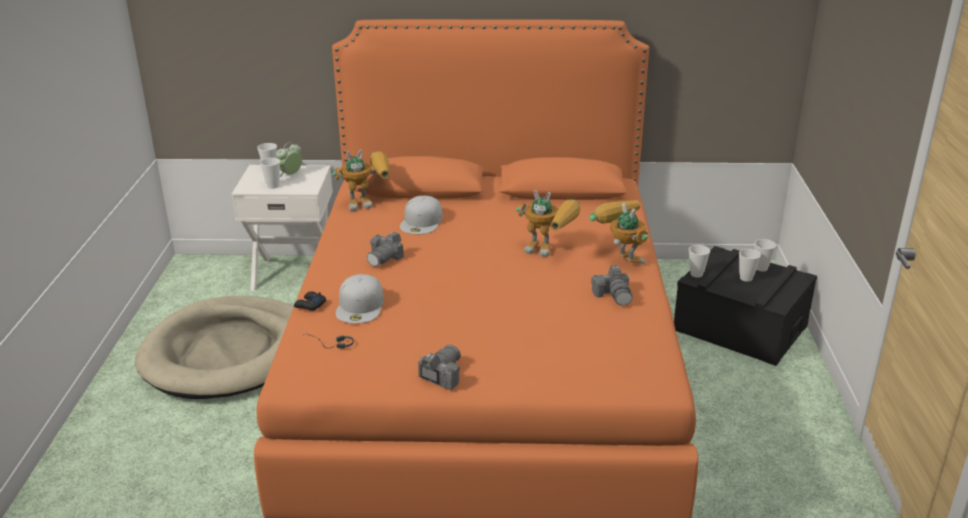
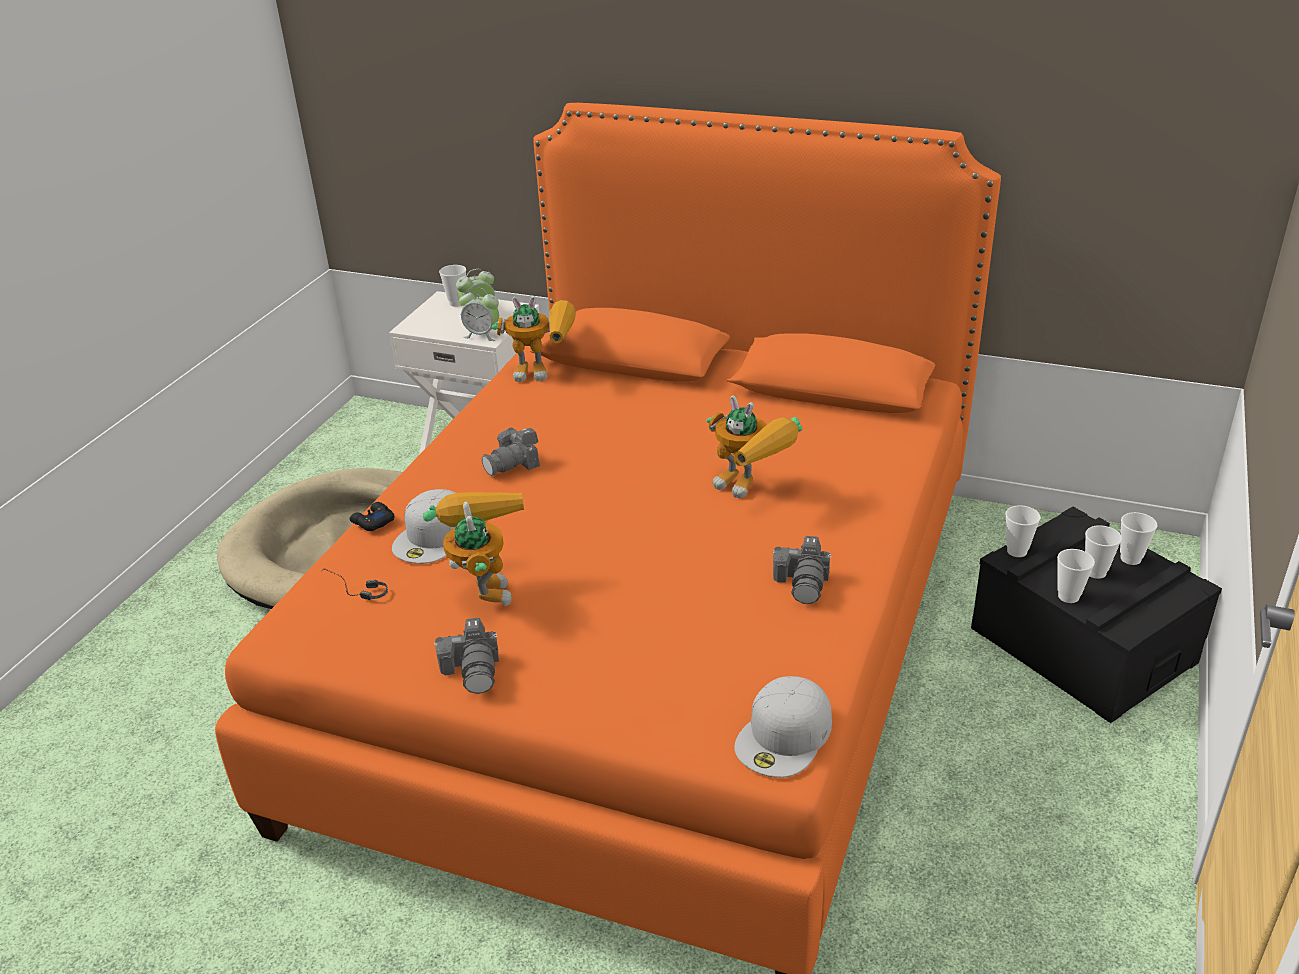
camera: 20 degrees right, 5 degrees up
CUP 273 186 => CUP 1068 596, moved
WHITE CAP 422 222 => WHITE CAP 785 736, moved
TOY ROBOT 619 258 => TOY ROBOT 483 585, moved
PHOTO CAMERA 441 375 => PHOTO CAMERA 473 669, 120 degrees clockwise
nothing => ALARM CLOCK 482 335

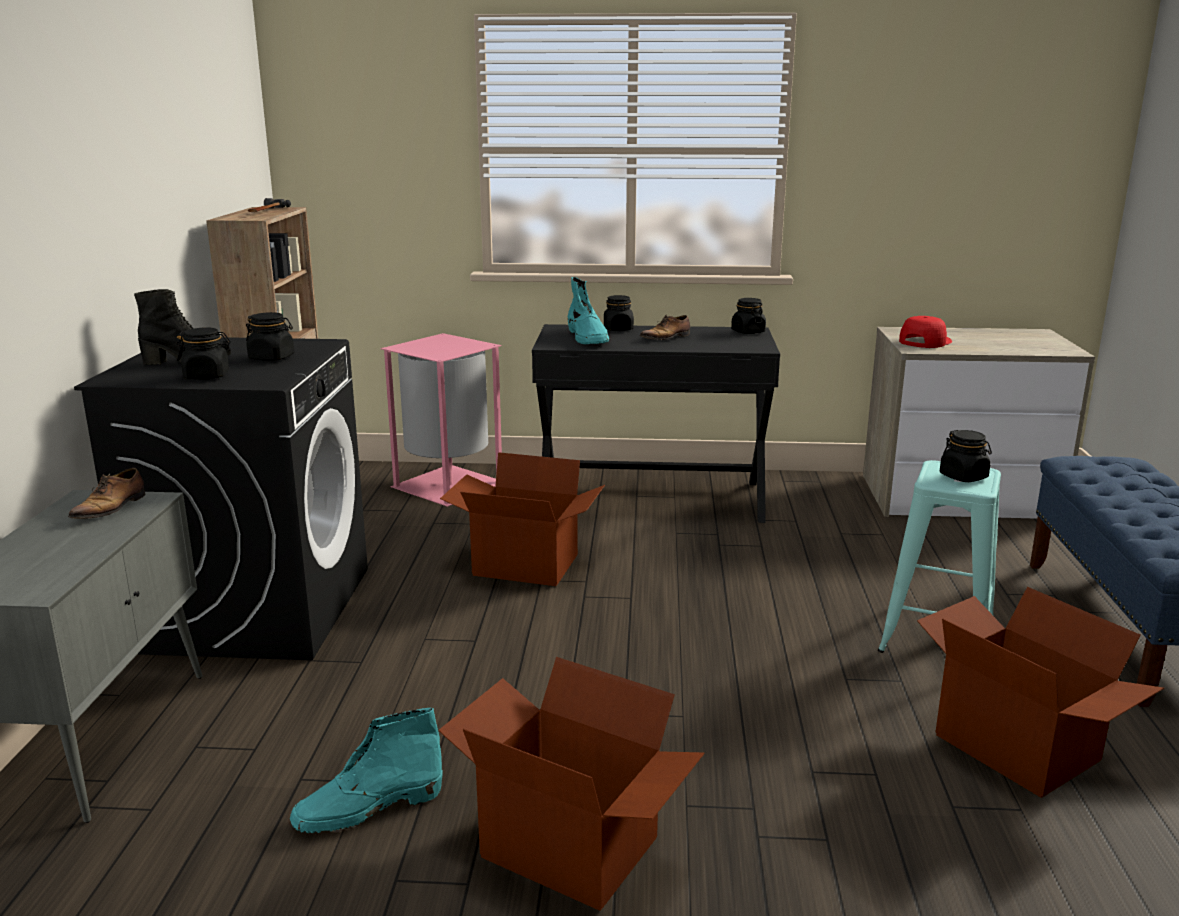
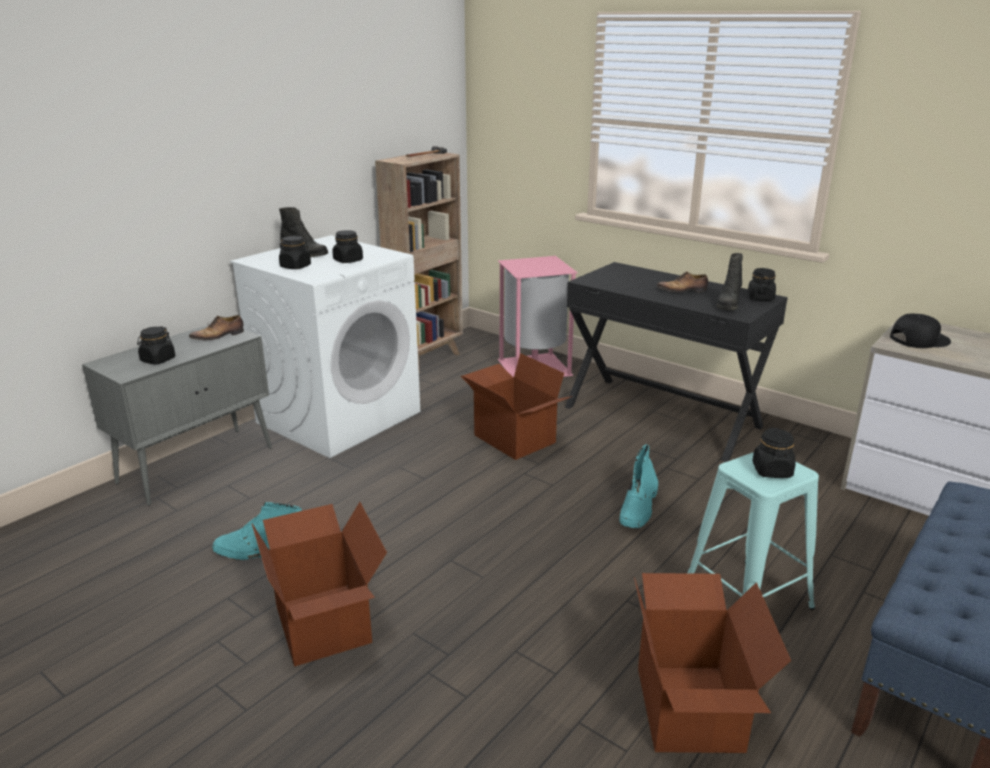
camera: 35 degrees right, 5 degrees up
TURQUOISE BOOT 588 338 => TURQUOISE BOOT 638 509, moved
BLACK JAR 618 329 => BLACK JAR 158 360, moved
RED CAP 924 341 => BLACK CAP 918 339
BLACK WASHING MACHINE 257 608 => WHITE WASHING MACHINE 339 417
nothing => BLACK BOOT 728 304

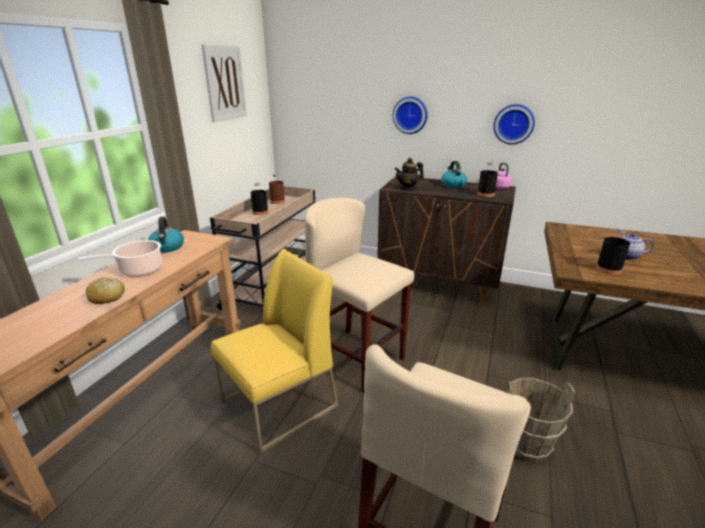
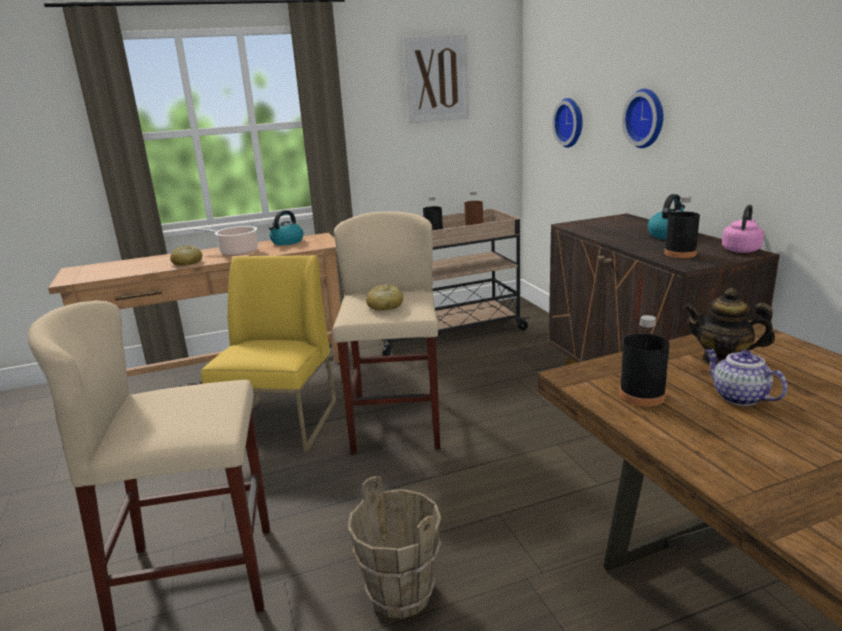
camera: 50 degrees right, 5 degrees down
WALL CLOCK 513 124 => WALL CLOCK 571 122, moved
TEAPOT 408 188 => TEAPOT 723 360, moved
YELLOW CHAIR 279 405 => YELLOW CHAIR 281 424, 90 degrees counterclockwise
nothing => BREAD 385 306

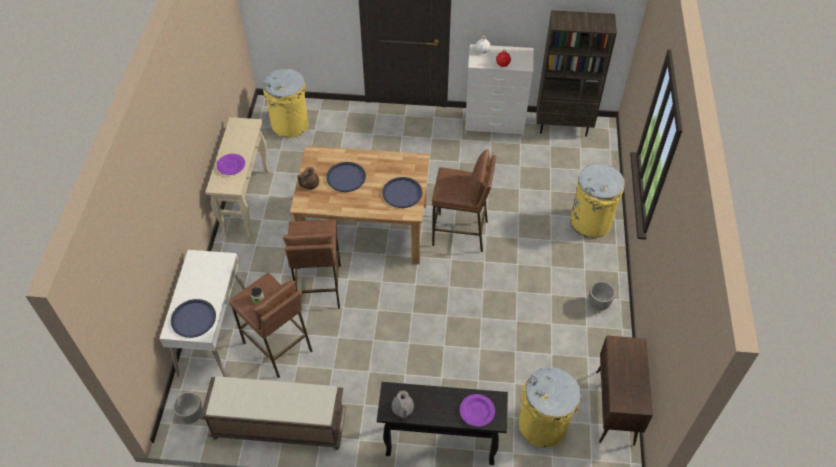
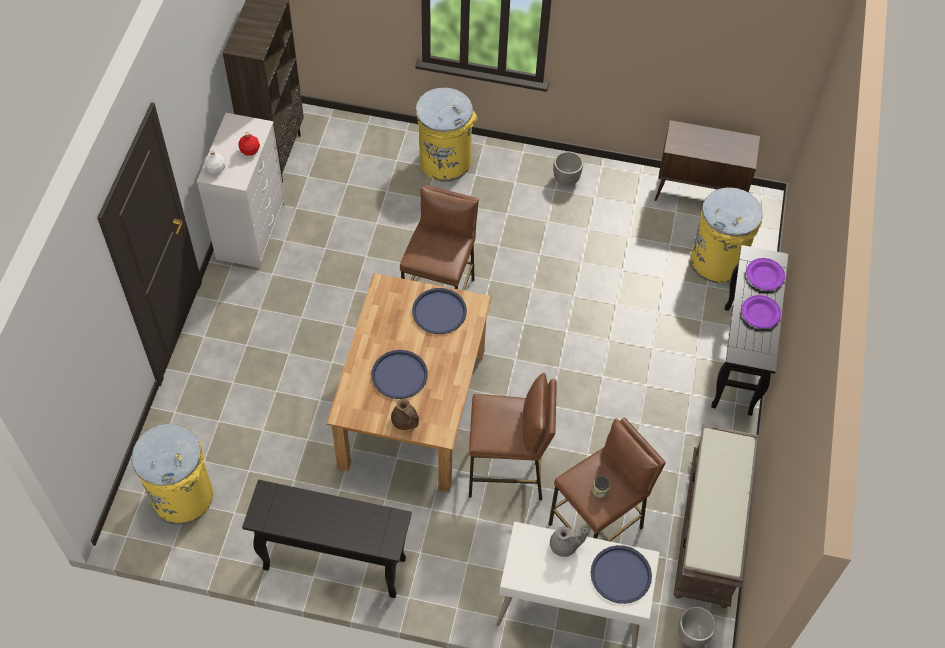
camera: 85 degrees left, 5 degrees up
BEIGE CONSOLE TABLE 246 201 => BLACK CONSOLE TABLE 333 564
PURPLE PLATE 231 165 => PURPLE PLATE 760 313, moved
GREY TEAPOT 402 409 => GREY TEAPOT 565 546, moved

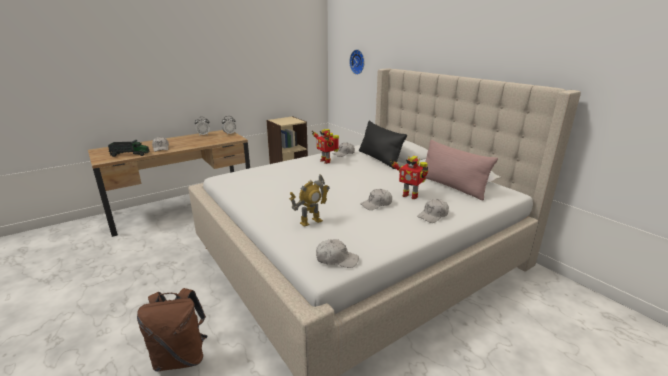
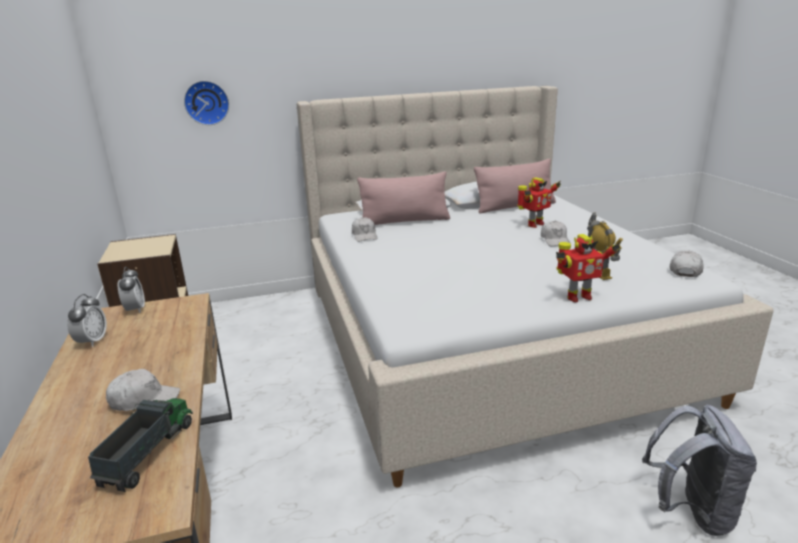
camera: 70 degrees left, 0 degrees up
BLACK PILLOW 379 159 => PINK PILLOW 405 221
TOY ROBOT 326 161 => TOY ROBOT 577 297, moved
WHITE CAP 433 215 => nothing
BROWN BACKPACK 181 357 => GREY BACKPACK 691 510

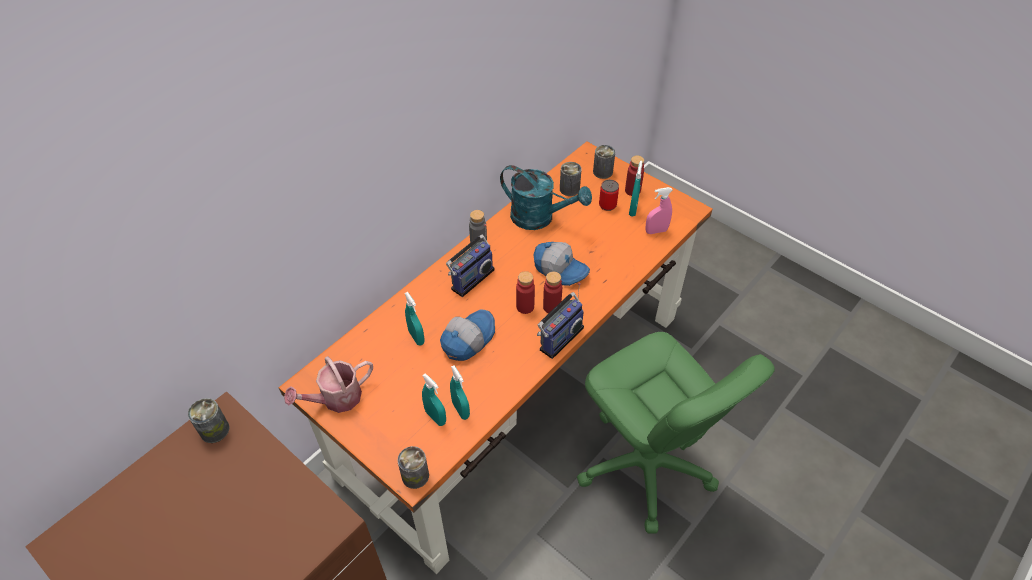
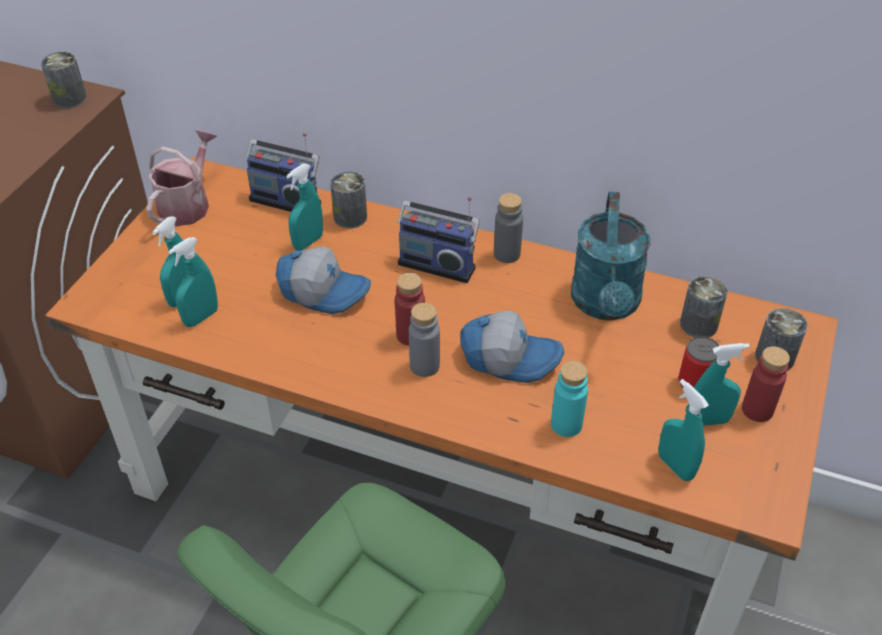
camera: 70 degrees right, 5 degrees down
PINK SPRAY BOTTLE 656 231 => TURQUOISE SPRAY BOTTLE 675 466
CAP 560 269 => CAP 509 357, 90 degrees counterclockwise
RED BOTTLE 552 307 => GREY BOTTLE 424 366
RADIO 559 337 => RADIO 287 200, moved
WATERING CAN 336 399 => WATERING CAN 187 204, 75 degrees clockwise
CAN 415 476 => CAN 350 217, moved
nothing => TURQUOISE BOTTLE 566 424

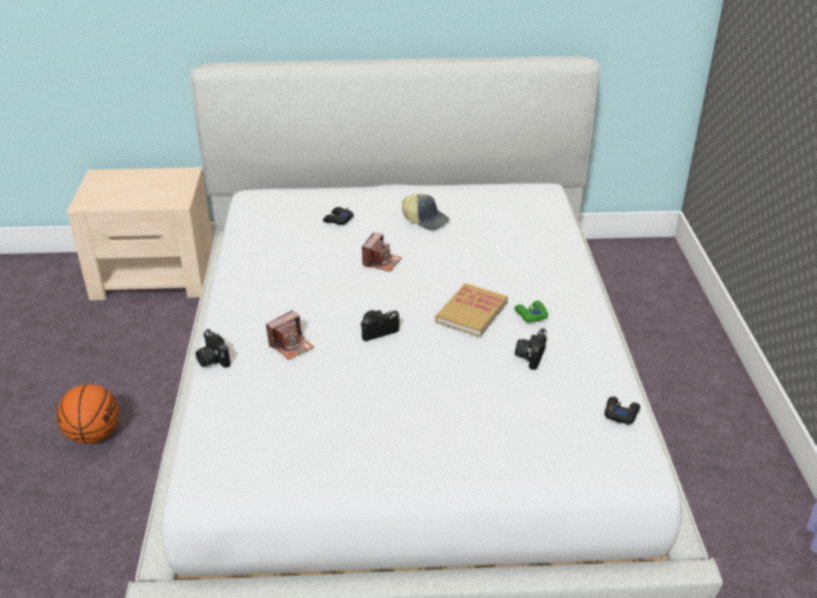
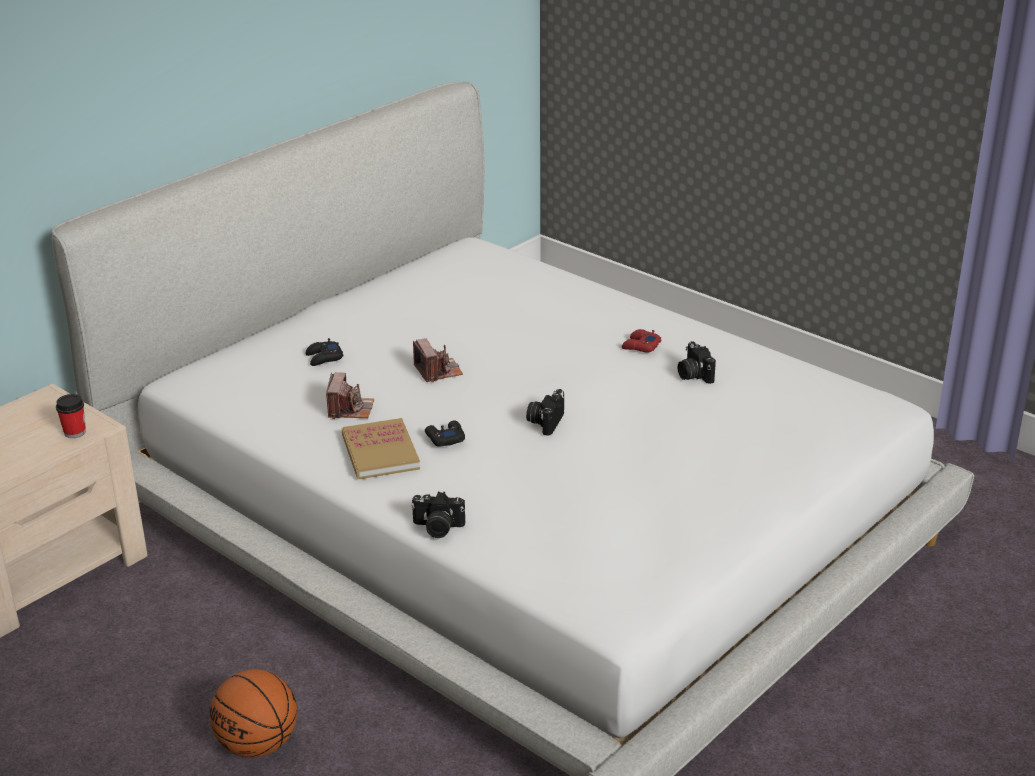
camera: 45 degrees left, 5 degrees down
CAP 425 219 => nothing
BOOK 471 312 => BOOK 380 452, moved
GREEN GAME CONTROLLER 530 315 => RED GAME CONTROLLER 640 346
PHOTO CAMERA 291 345 => PHOTO CAMERA 350 409, moved
BLACK GAME CONTROLLER 620 413 => BLACK GAME CONTROLLER 445 438, moved
nothing => CUP 75 432

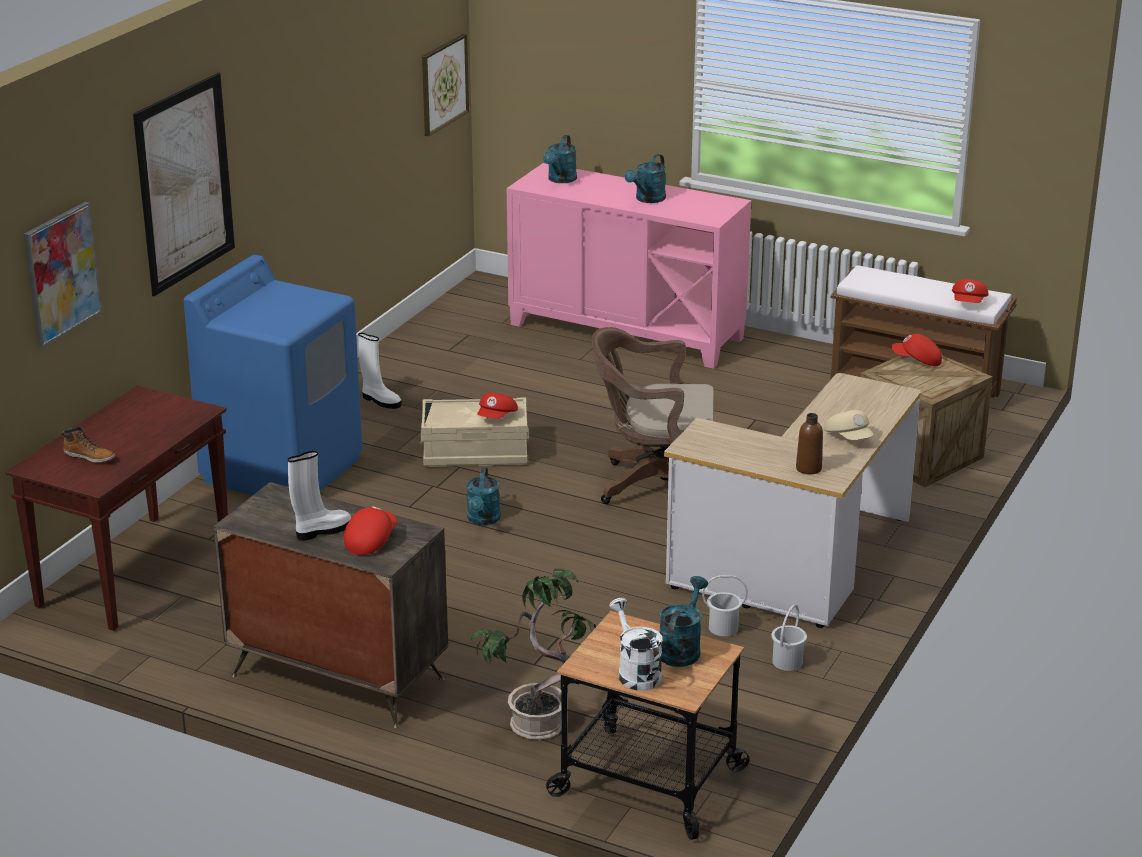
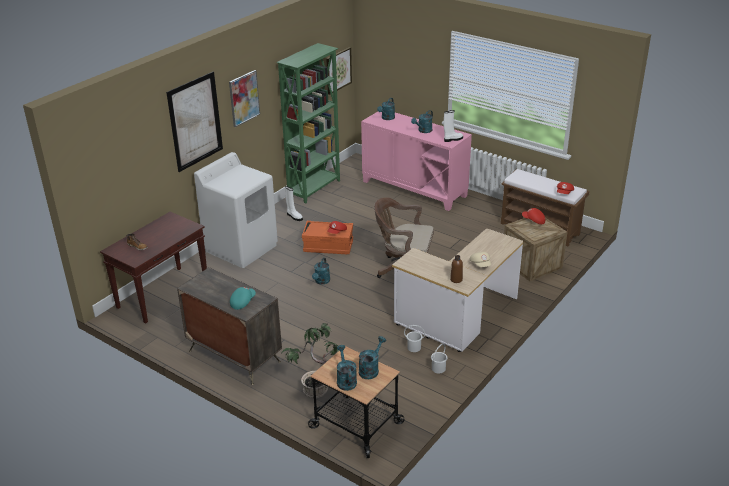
camera: 10 degrees right, 5 degrees up
PICTURE 62 273 => PICTURE 244 98, moved
BLUE WASHING MACHINE 283 469 => WHITE WASHING MACHINE 241 248
BEIGE STORAGE BOX 475 452 => ORANGE STORAGE BOX 328 246
WHITE BOOT 322 531 => WHITE BOOT 452 139, moved
RED CAP 370 541 => TURQUOISE CAP 242 302
WHITE WATERING CAN 635 672 => TURQUOISE WATERING CAN 345 380
nothing => GREEN BOOKCASE 315 188

